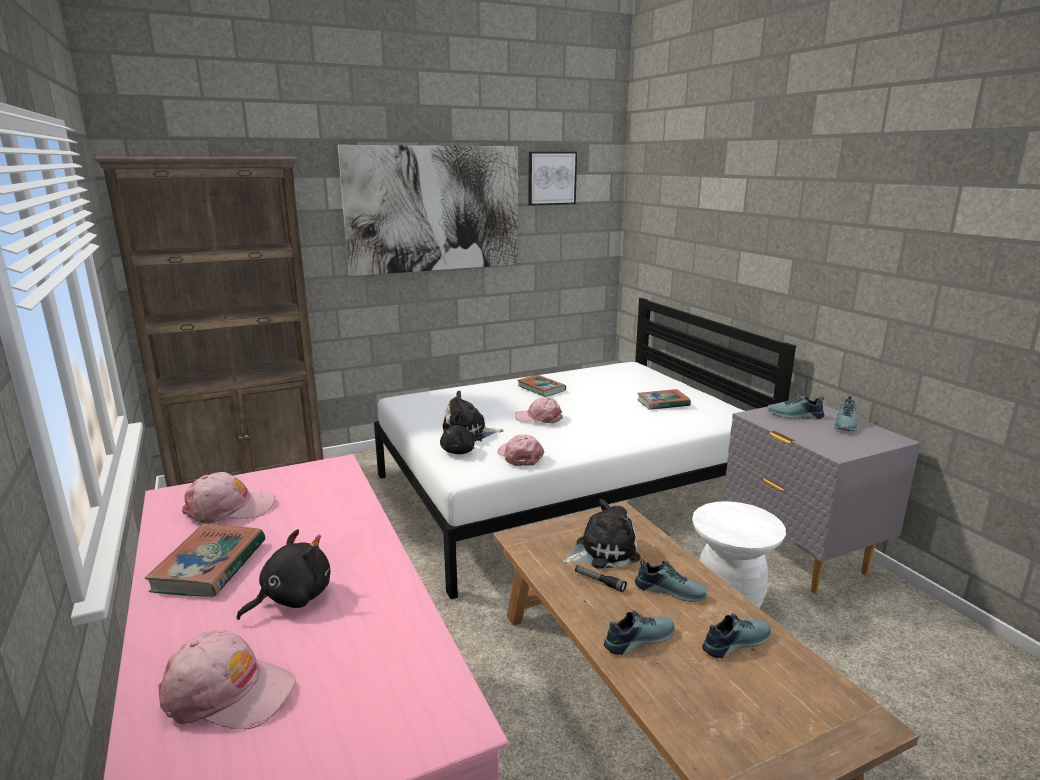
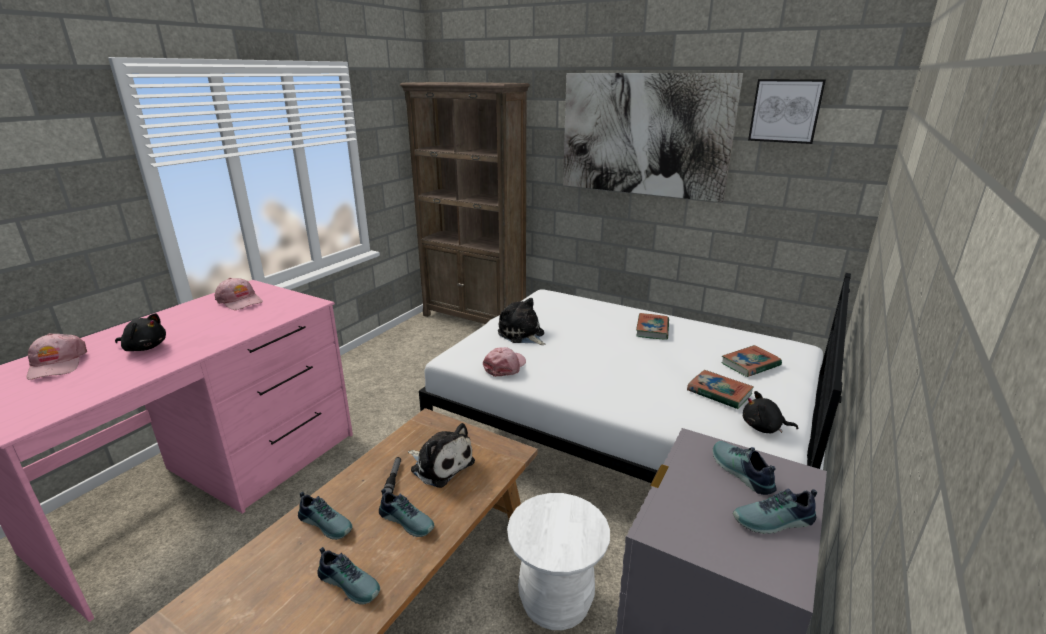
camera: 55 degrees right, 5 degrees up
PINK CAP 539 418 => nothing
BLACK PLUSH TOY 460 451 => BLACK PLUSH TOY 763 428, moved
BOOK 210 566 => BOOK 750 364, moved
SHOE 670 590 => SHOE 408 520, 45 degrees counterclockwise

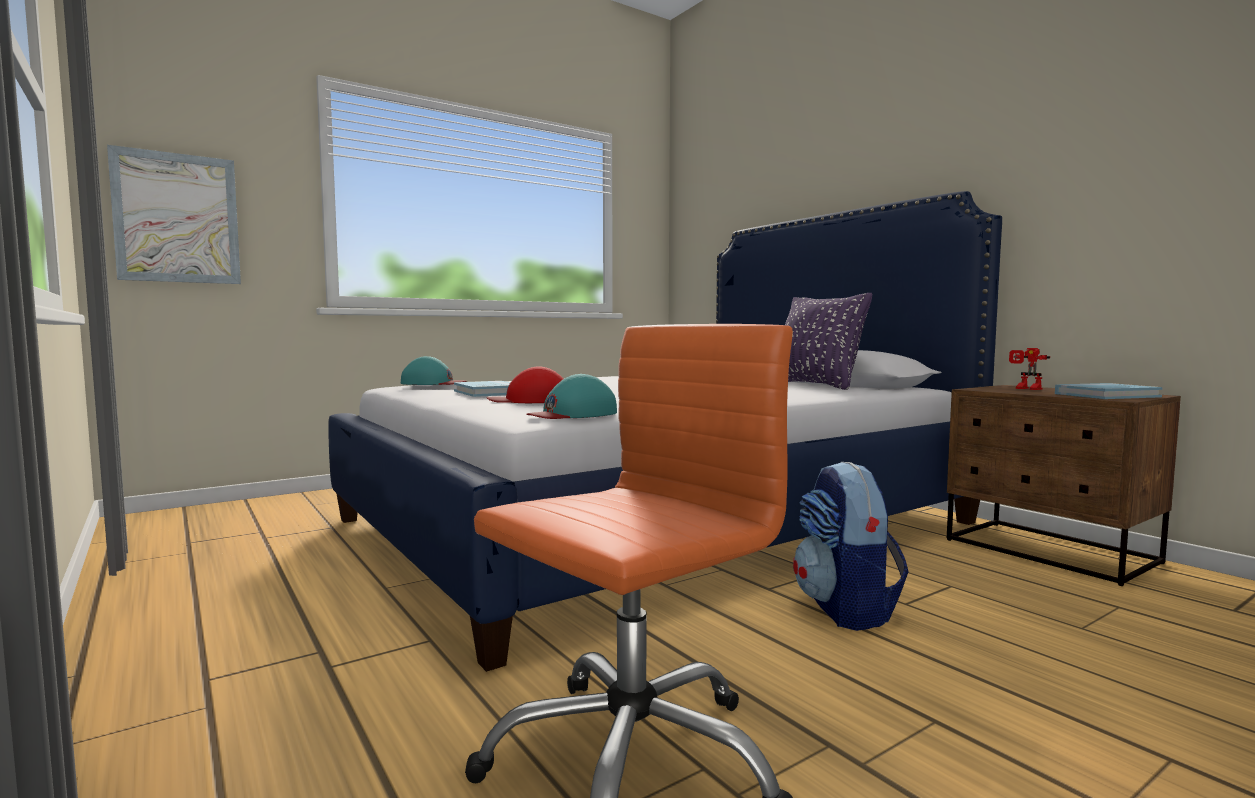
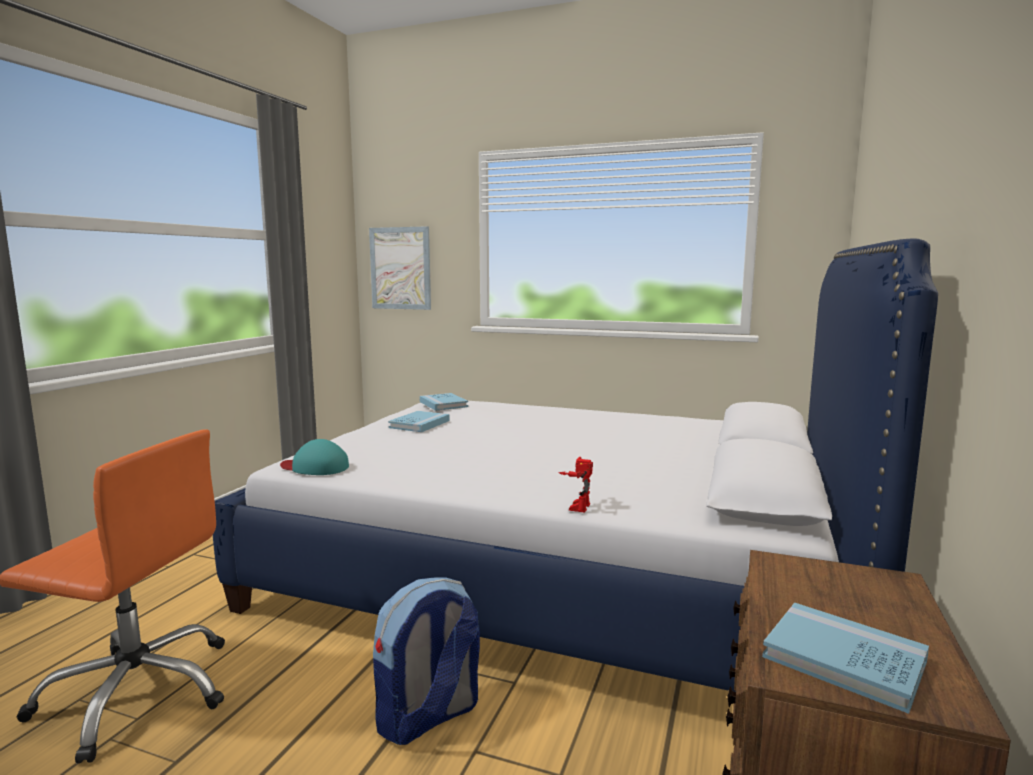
camera: 55 degrees right, 5 degrees up
PURPLE PILLOW 816 385 => nothing
TOY ROBOT 1025 389 => TOY ROBOT 576 506, moved
TURQUOISE CAP 432 383 => BLUE BOOK 443 404
RED CAP 531 400 => nothing

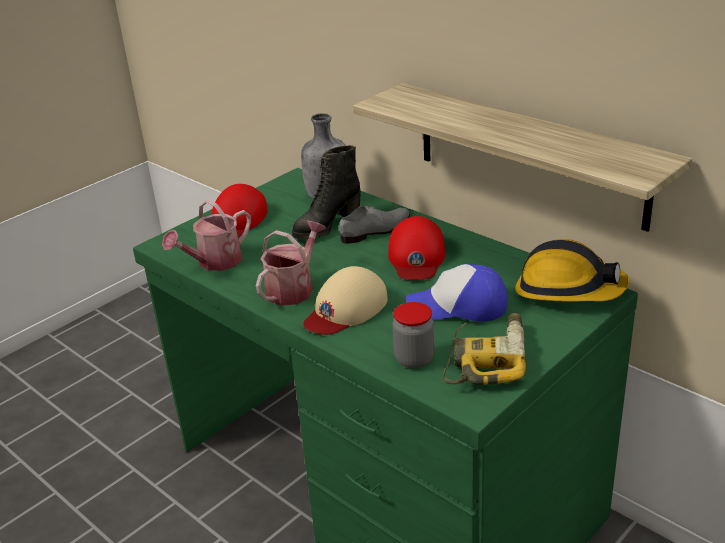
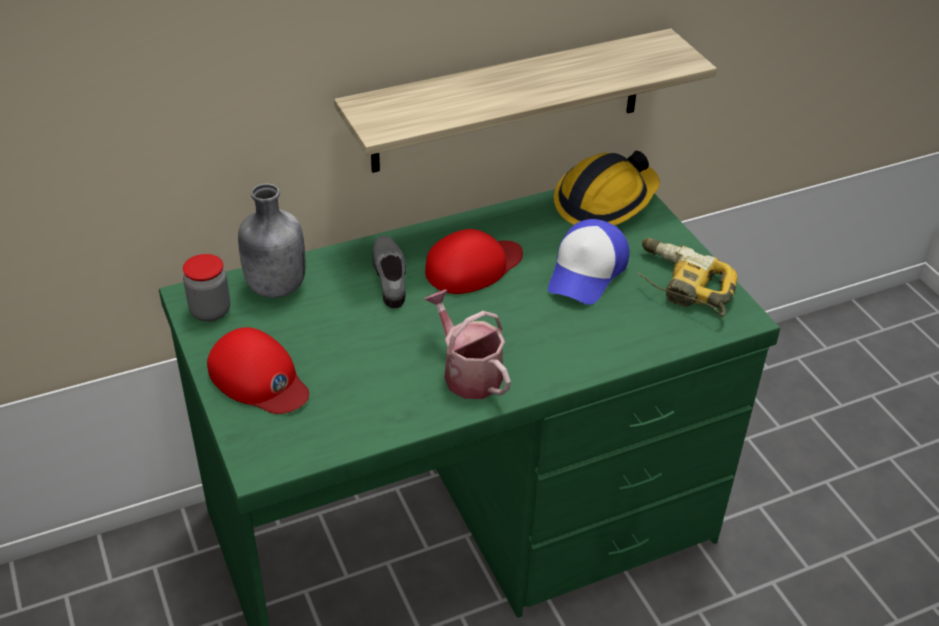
camera: 70 degrees left, 10 degrees up
BLACK BOOT 326 225 => nothing
WATERING CAN 214 262 => nothing
RED CAP 416 257 => RED CAP 473 266, 60 degrees counterclockwise
BEIGE CAP 346 309 => nothing
JAR 414 359 => JAR 210 311, moved

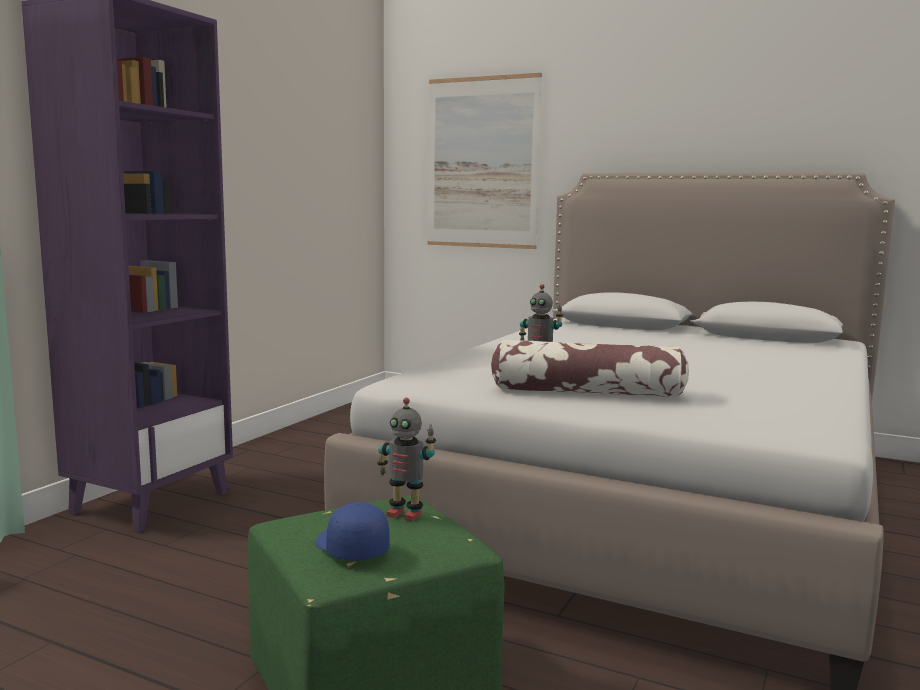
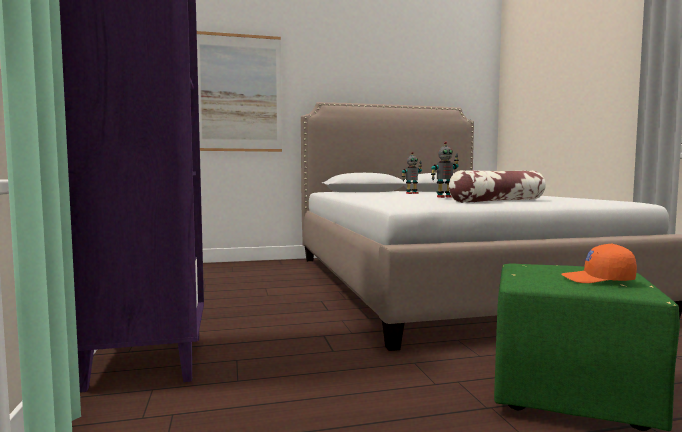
camera: 40 degrees left, 5 degrees down
TOY ROBOT 405 514 => TOY ROBOT 411 193, moved
BLUE CAP 350 548 => ORANGE CAP 598 280

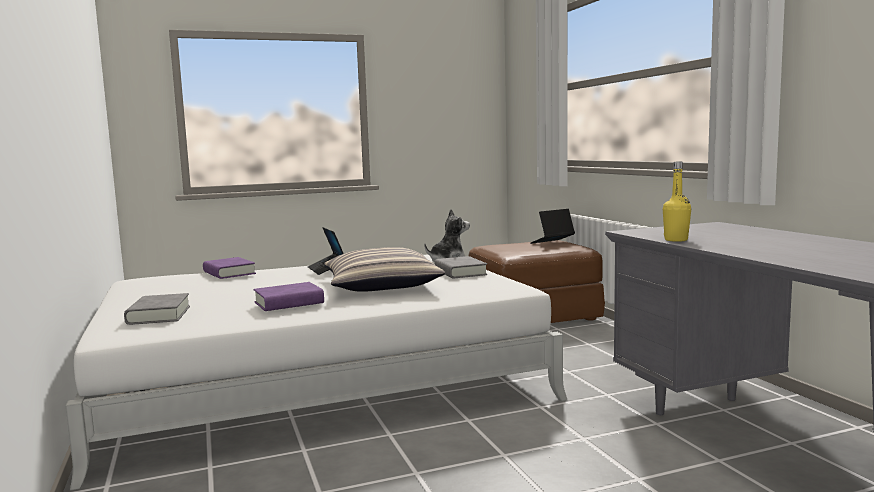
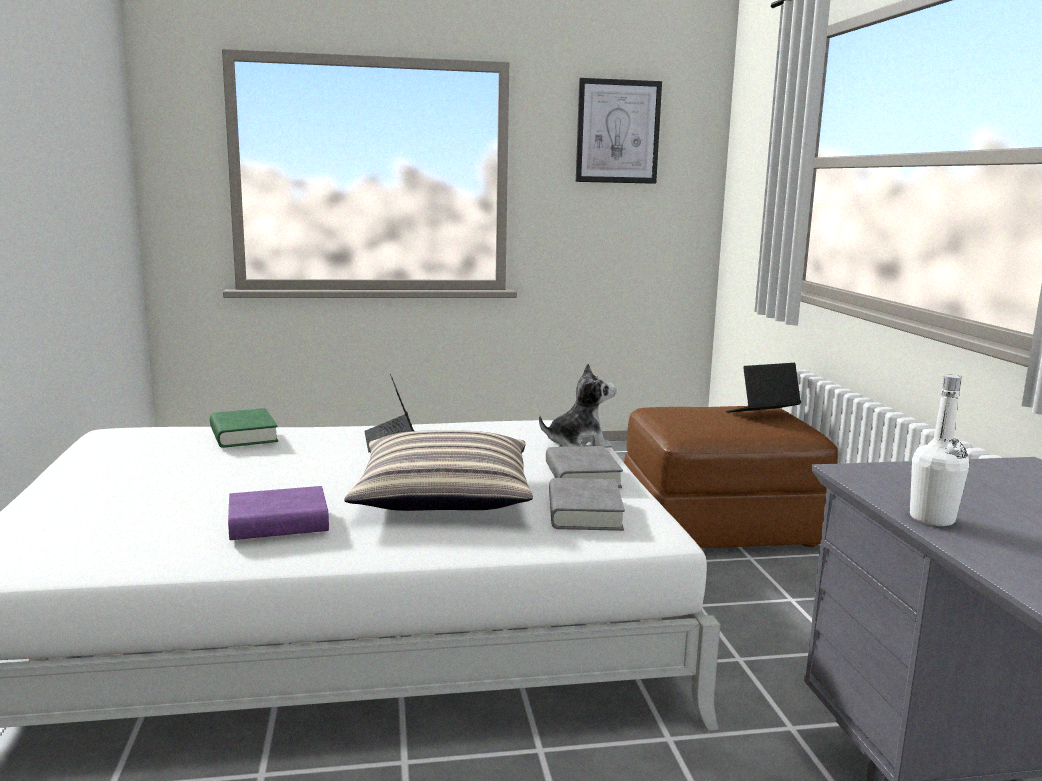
camera: 10 degrees right, 5 degrees up
YELLOW BOTTLE 676 240 => WHITE BOTTLE 932 519
PURPLE BOOK 229 273 => GREEN BOOK 243 435
GREY BOOK 159 315 => GREY BOOK 584 512, moved
nothing => PICTURE 617 132

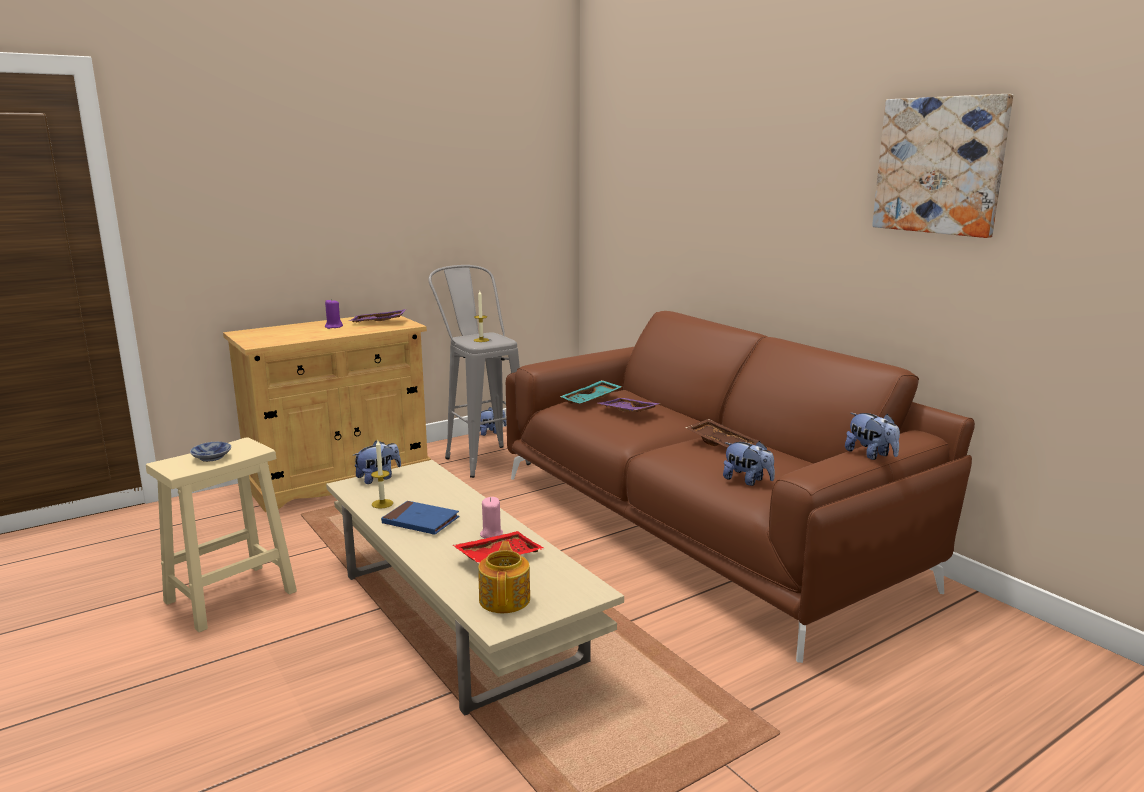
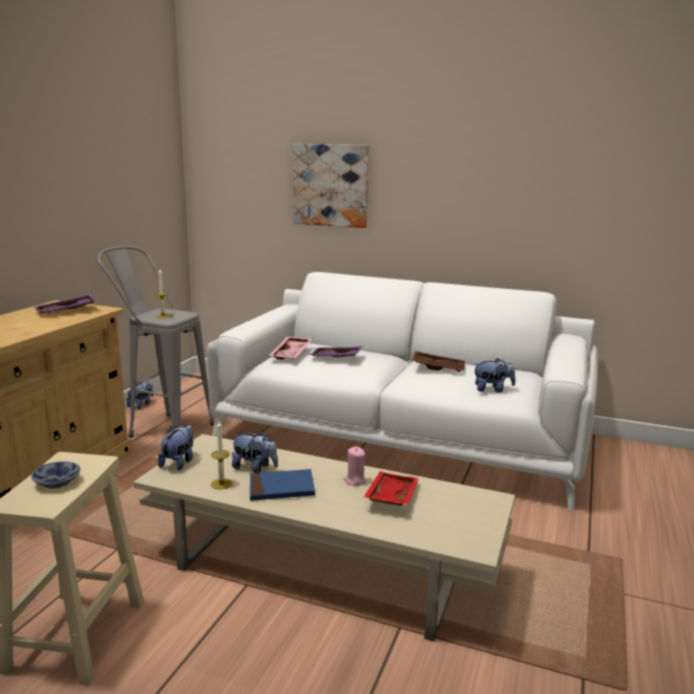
camera: 35 degrees left, 0 degrees up
PICTURE 940 165 => PICTURE 331 185, moved
PURPLE CANDLE 333 327 => nothing
BROWN SOFA 701 526 => WHITE SOFA 401 438
TURQUOISE TRAY 592 400 => PINK TRAY 292 354
PLUSH TOY 871 455 => PLUSH TOY 255 468, moved
TEAPOT 505 599 => nothing

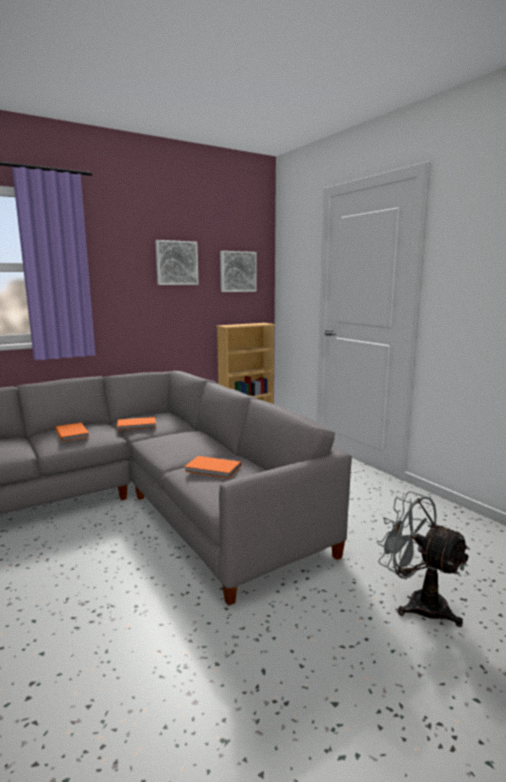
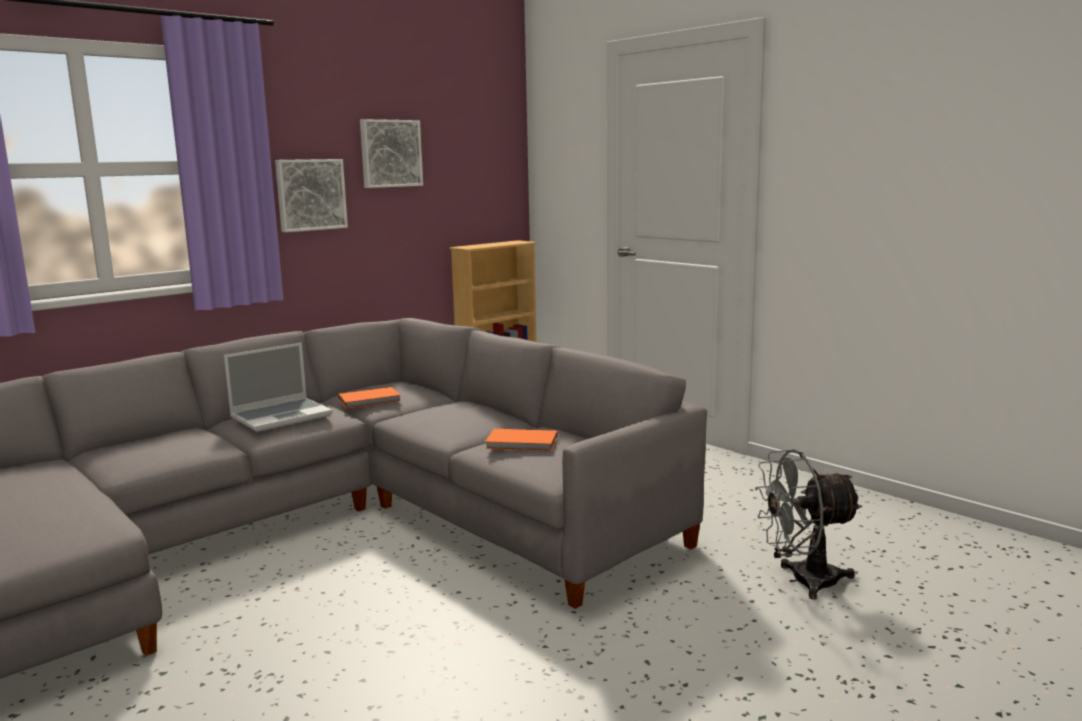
camera: 10 degrees left, 0 degrees up
PICTURE 237 271 => PICTURE 310 194, moved
ORANGE BOOK 73 433 => LAPTOP 282 416
GREY FAN 417 603 => GREY FAN 802 581, 45 degrees counterclockwise

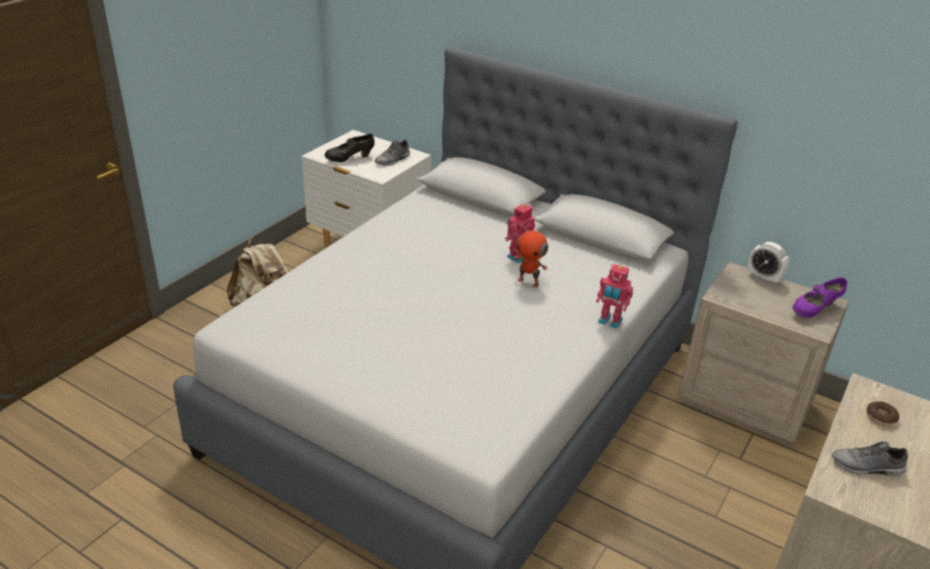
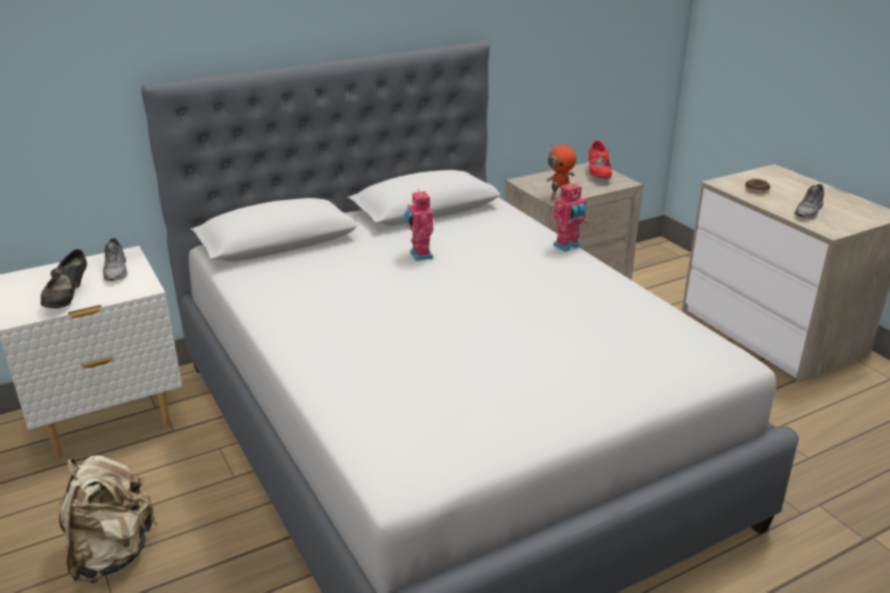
camera: 60 degrees left, 5 degrees down
TOY ROBOT 528 282 => TOY ROBOT 559 197, moved
ALARM CLOCK 763 278 => nothing
PURPLE SHOE 814 310 => RED SHOE 598 174

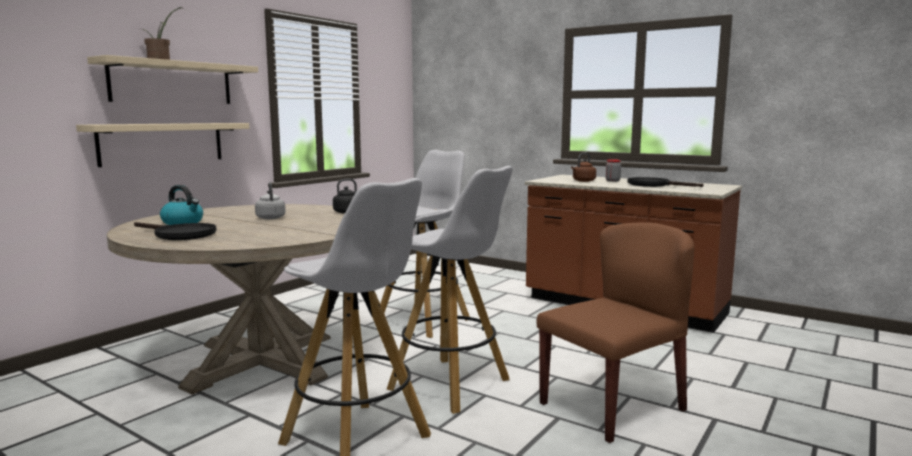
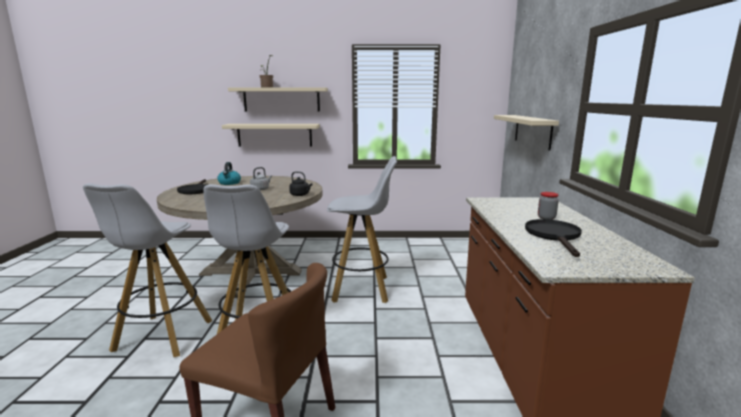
camera: 55 degrees right, 5 degrees up
BROWN KETTLE 583 181 => nothing
nothing => BEIGE SHELF 532 131

